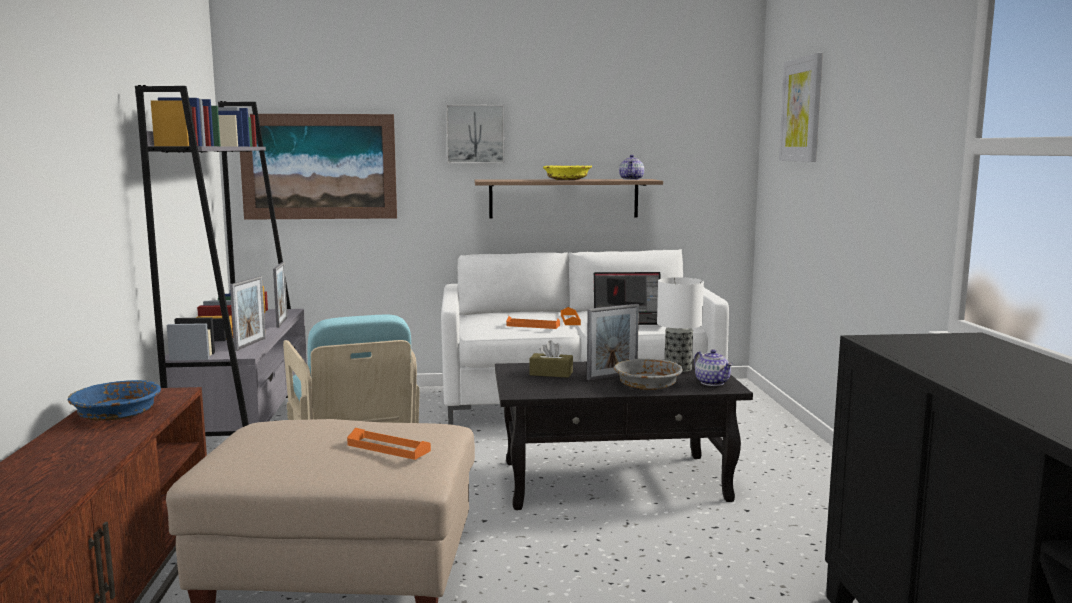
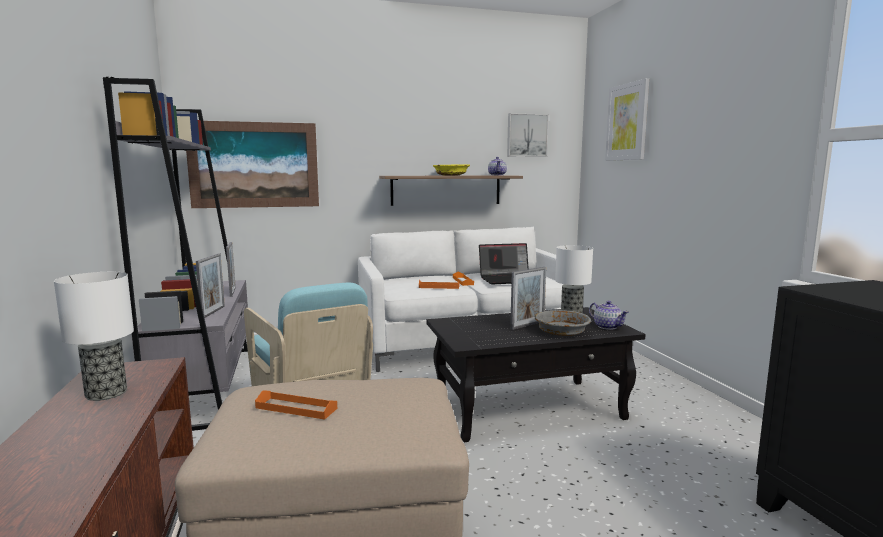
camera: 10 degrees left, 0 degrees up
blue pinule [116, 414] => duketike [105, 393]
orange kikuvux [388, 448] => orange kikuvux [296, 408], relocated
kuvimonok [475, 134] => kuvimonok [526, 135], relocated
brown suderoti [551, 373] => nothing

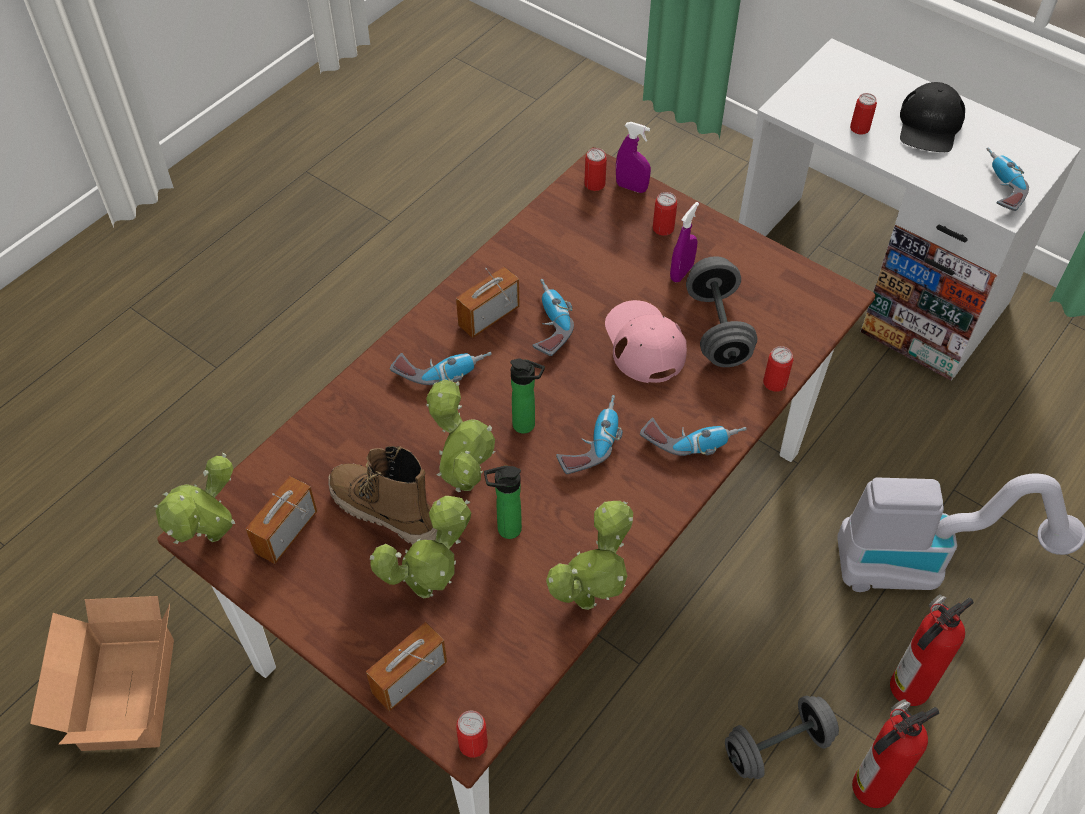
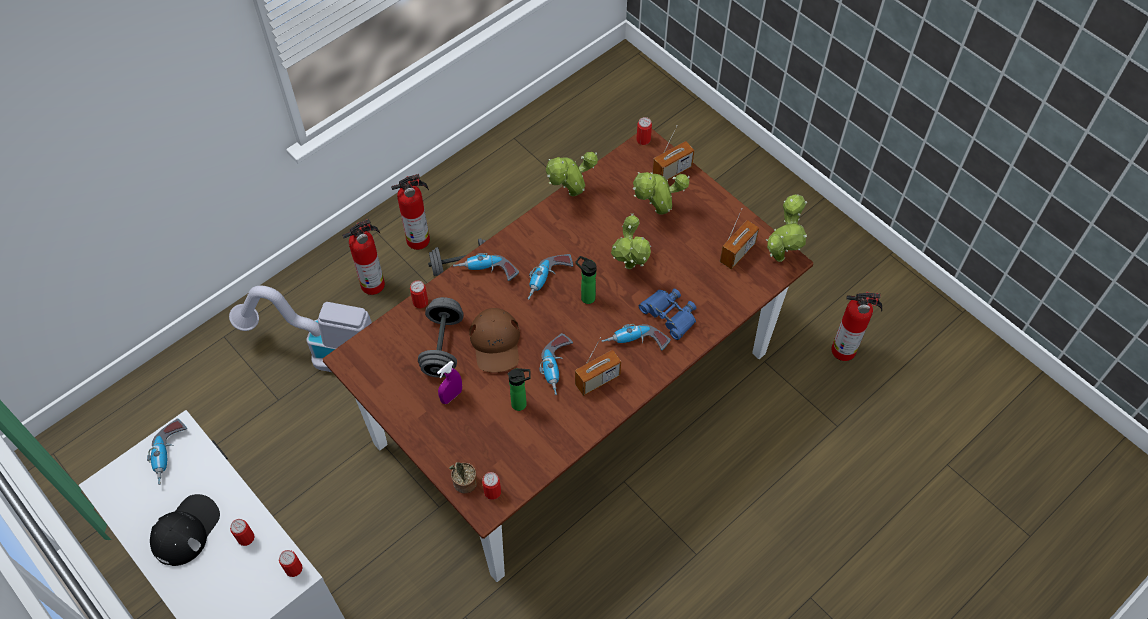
camera: 170 degrees left, 5 degrees up
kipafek [123, 697] => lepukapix [845, 350]
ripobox [384, 513] => nothing
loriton [505, 529] => loriton [521, 404], relocated
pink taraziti [644, 343] => brown taraziti [496, 343]
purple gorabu [631, 187] => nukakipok [464, 483]
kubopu [663, 228] => kubopu [293, 568], relocated
nothing => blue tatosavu [669, 315]

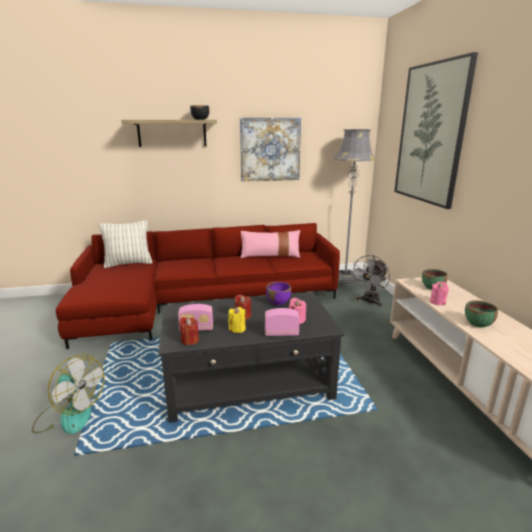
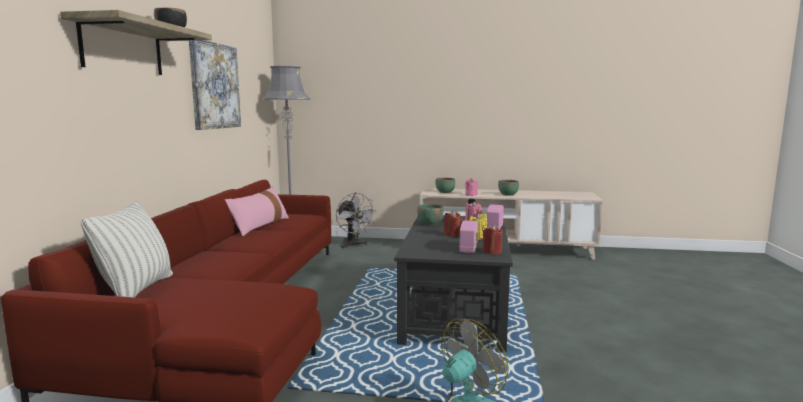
camera: 70 degrees left, 10 degrees down
purple pinule [278, 301] => green pinule [430, 223]
kuvimonok [430, 134] => nothing

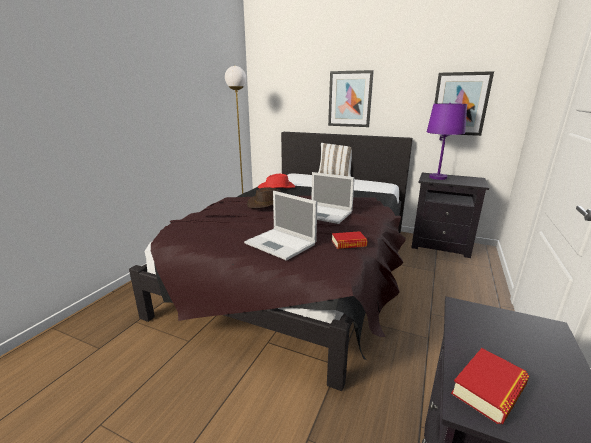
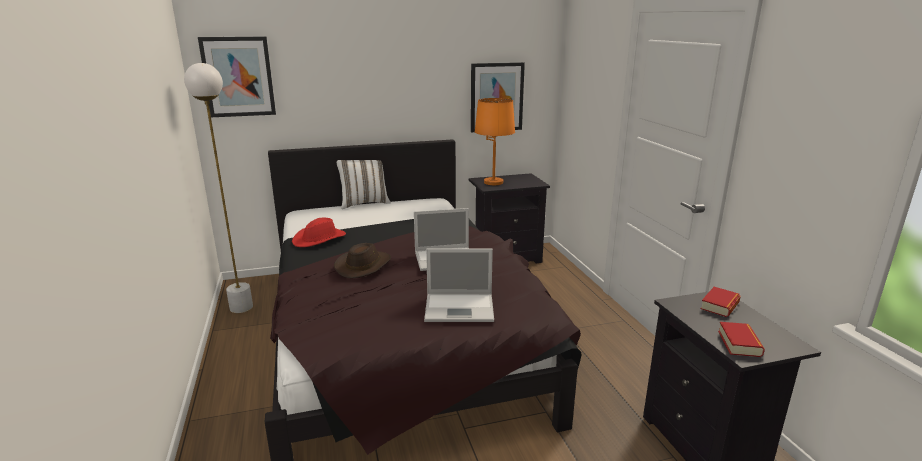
camera: 40 degrees left, 0 degrees up
kuvimonok [350, 99] => kuvimonok [238, 77], relocated
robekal [348, 243] => robekal [720, 306], relocated
purple duketike [438, 177] => orange duketike [493, 182]

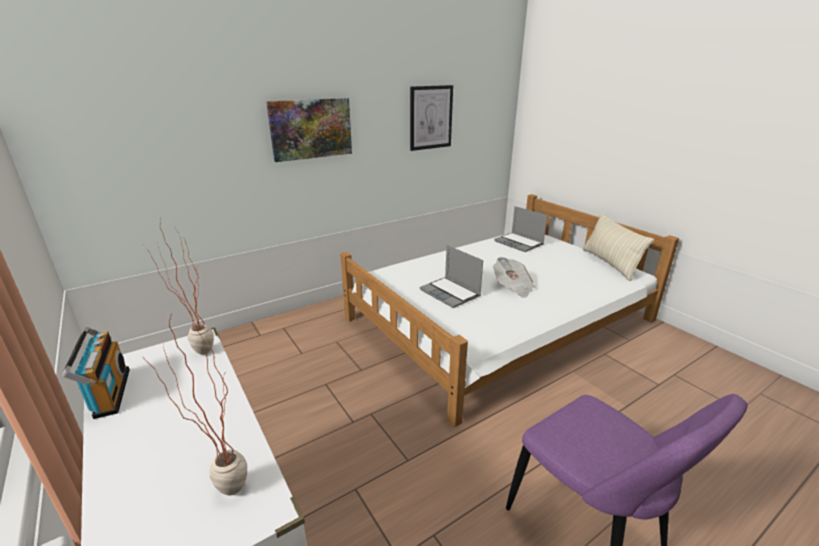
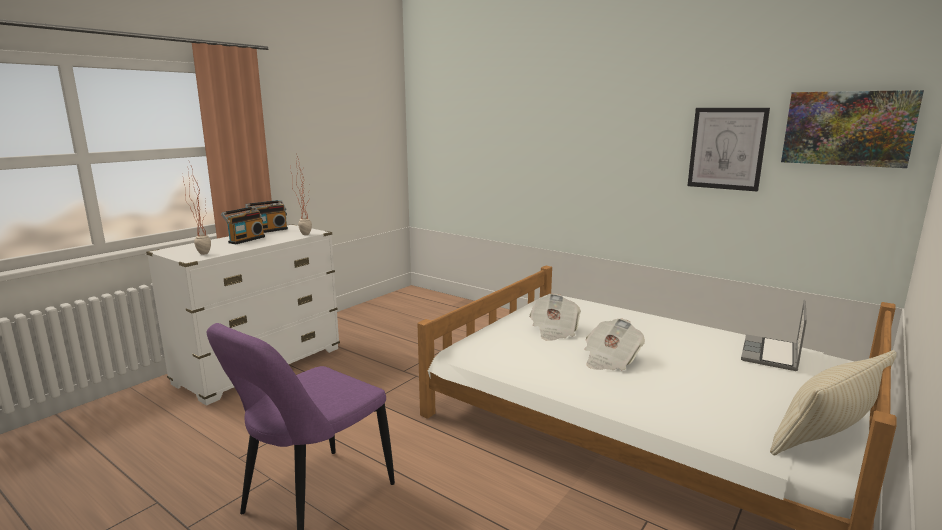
camera: 70 degrees right, 10 degrees down
kuvimonok [311, 129] => kuvimonok [847, 128], relocated
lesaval [451, 293] => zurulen [554, 331]
nothing => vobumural [245, 239]

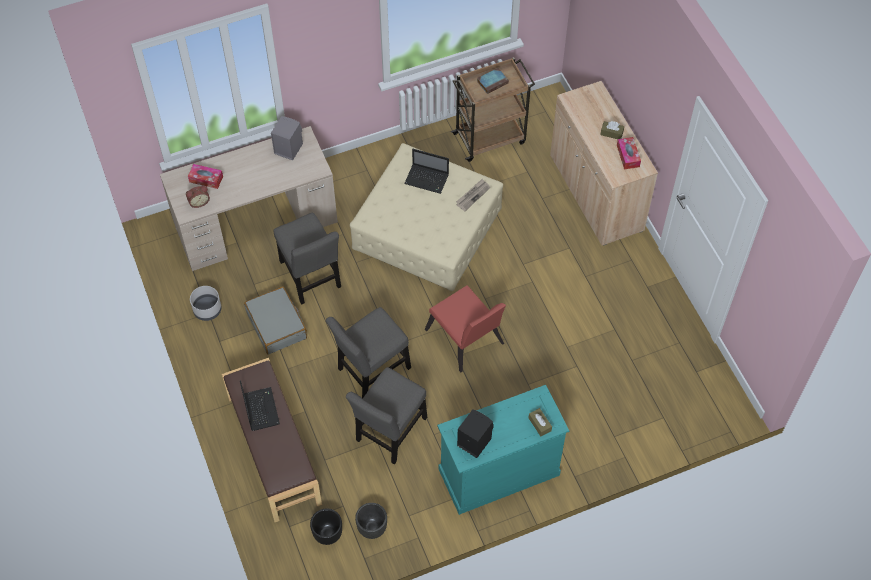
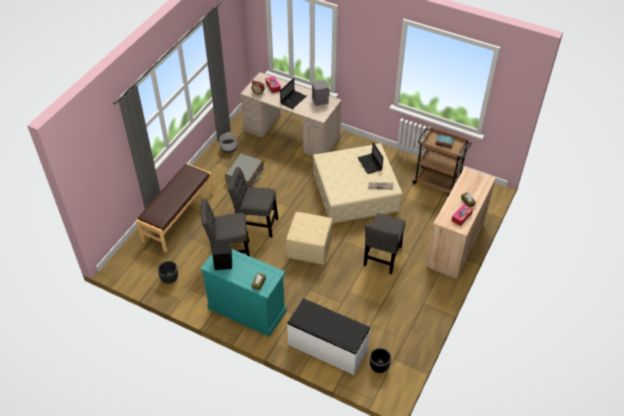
camera: 50 degrees right, 10 degrees down
lesaval [260, 408] => lesaval [293, 99], relocated
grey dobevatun [311, 277] => grey dobevatun [382, 258], relocated
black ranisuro [328, 535] => black ranisuro [379, 367], relocated
red dobevatun [466, 341] => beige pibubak [309, 248]
nothing => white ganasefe [327, 347]

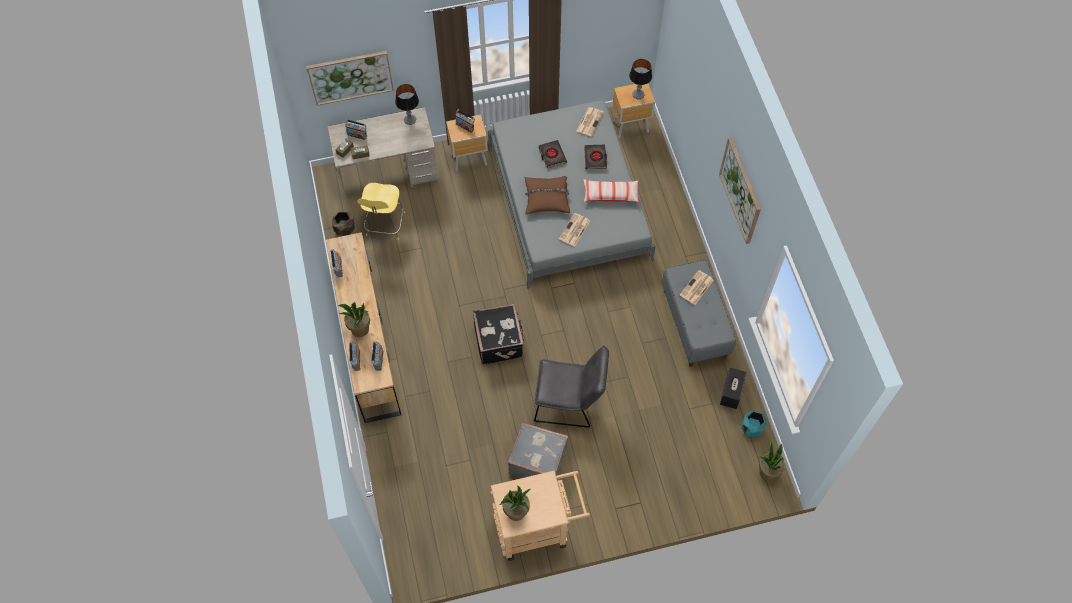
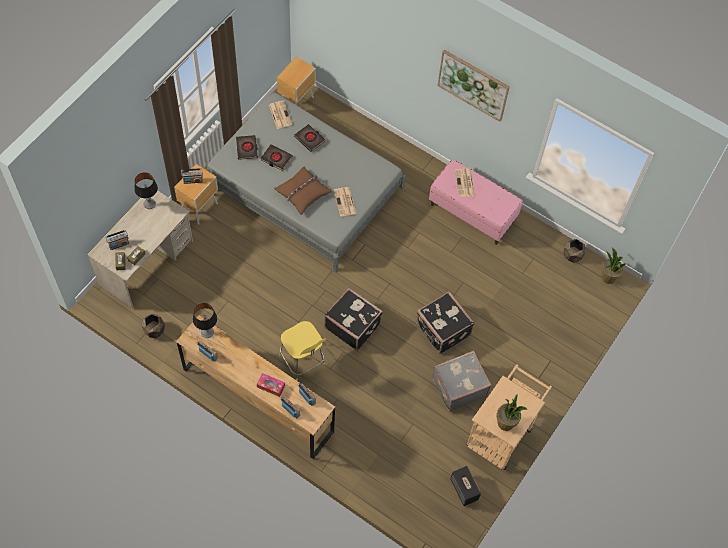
camera: 45 degrees left, 0 degrees up
kuvimonok [350, 77] => nothing
nukakipok [360, 329] => suderoti [271, 386]
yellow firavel [385, 225] => yellow firavel [302, 361], relocated
grey dobevatun [570, 403] => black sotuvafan [442, 330]
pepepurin [611, 194] => nothing
duketike [638, 94] => duketike [207, 332], relocated
grey ganasefe [694, 324] => pink ganasefe [472, 212]
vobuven [731, 393] => vobuven [464, 490], relocated
turquoise ranisuro [751, 428] => brown ranisuro [572, 255]
nothing => black robekal [247, 148]

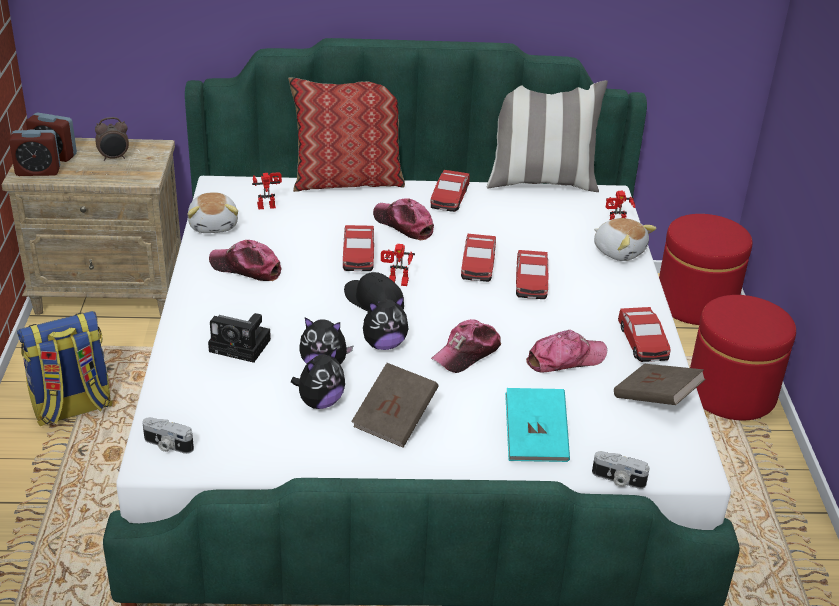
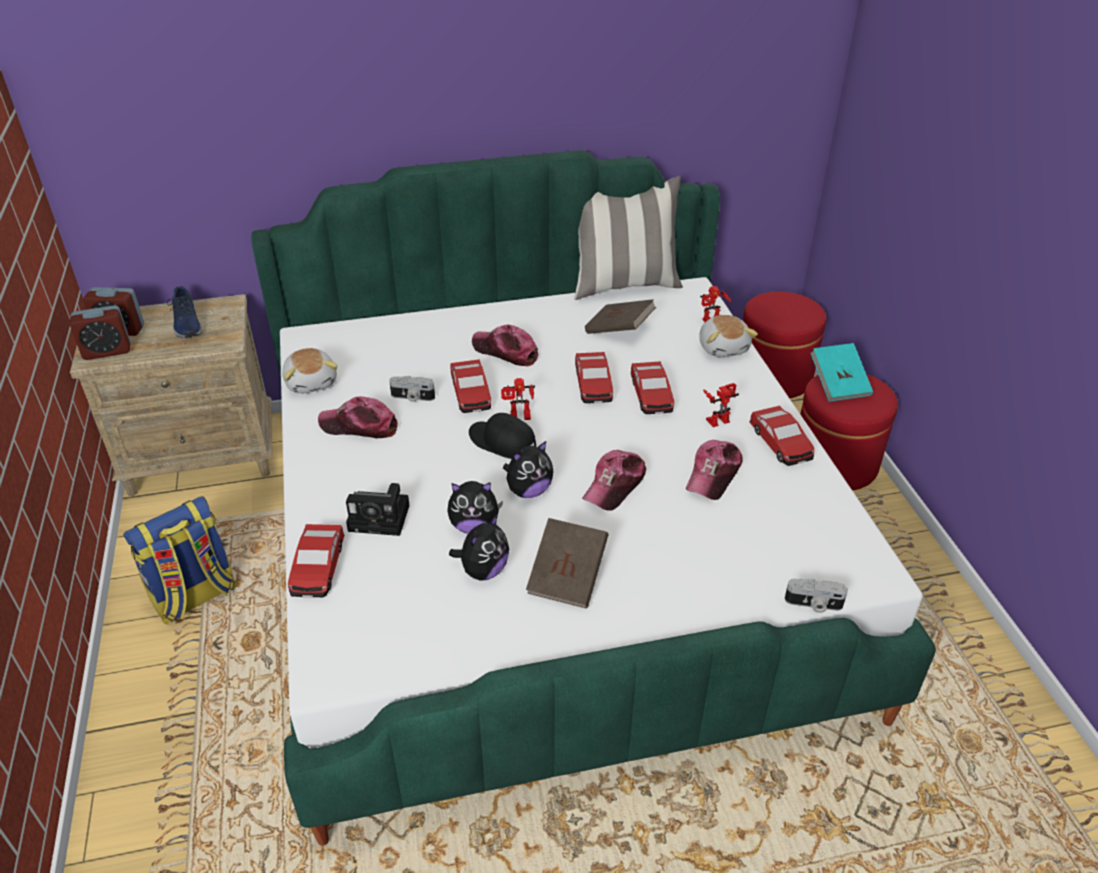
camera: 10 degrees left, 5 degrees up
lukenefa [114, 158] => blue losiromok [187, 323]
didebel [167, 445] => didebel [412, 397], relocated
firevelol [267, 204] => firevelol [717, 418], relocated
pepepurin [348, 180] => nothing
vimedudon [449, 198] => vimedudon [318, 567], relocated
turquoise robekal [535, 440] => turquoise robekal [839, 384], relocated
taraziti [565, 359] => taraziti [713, 475], 150 degrees clockwise
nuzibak [619, 251] => nuzibak [723, 347], 45 degrees clockwise
brown robekal [656, 399] => brown robekal [619, 330], relocated

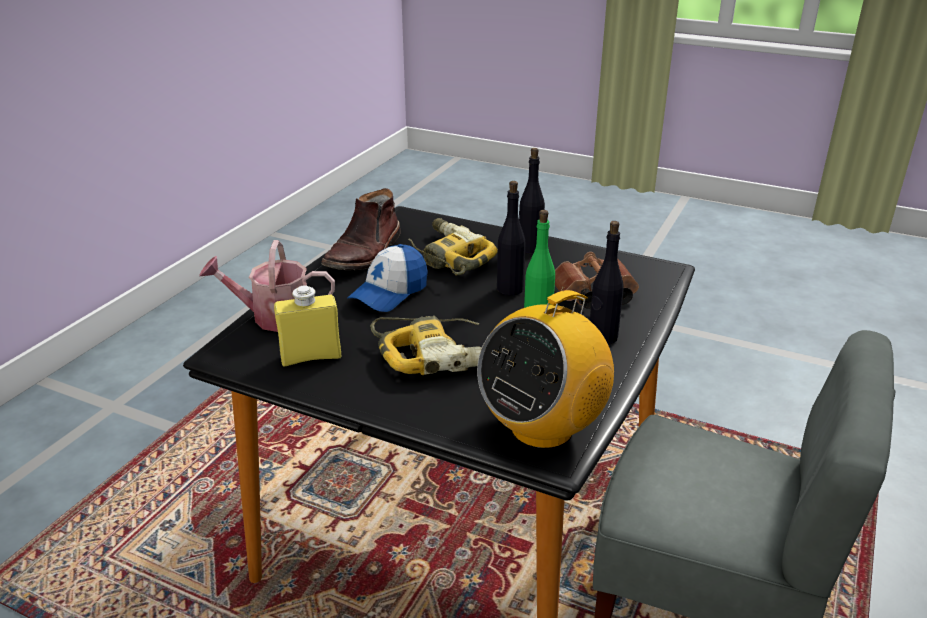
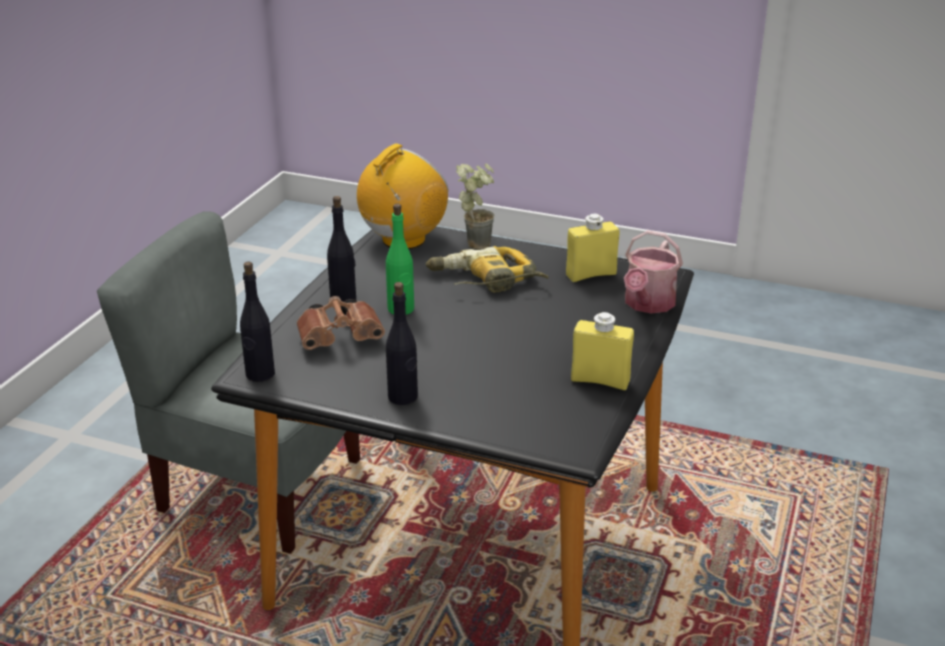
camera: 175 degrees right, 0 degrees up
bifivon [273, 317] => bifivon [647, 304], 120 degrees clockwise
brown ripobox [365, 253] => yellow loriton [600, 380]
taraziti [389, 293] => nothing
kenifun [447, 257] => nothing
black loriton [510, 289] => black loriton [260, 374], relocated
nothing => nukakipok [478, 241]

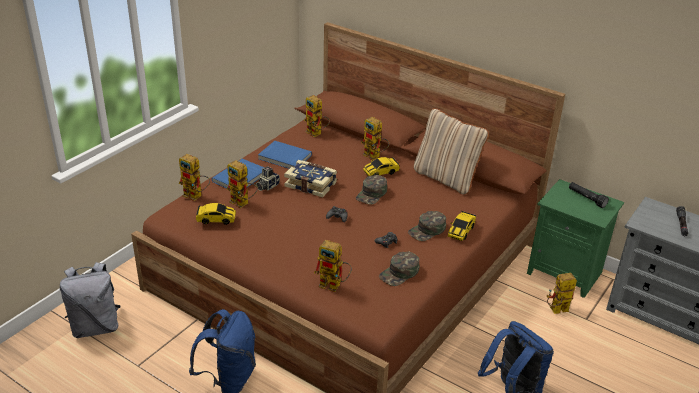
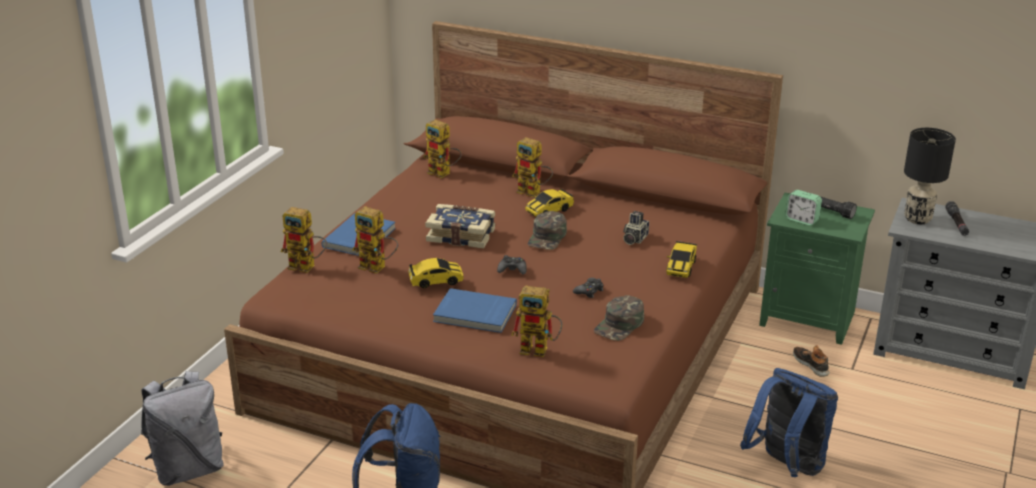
camera: 10 degrees left, 5 degrees down
vimedudon [216, 219] => vimedudon [436, 281], relocated
didebel [267, 186] => didebel [634, 239], relocated
blue robekal [284, 157] => blue robekal [474, 314], relocated
green taraziti [427, 230] => nothing
beige pepepurin [446, 178] => nothing
firevelol [556, 311] => losiromok [811, 365]
nothing => lukenefa [801, 220]
nothing => black duketike [917, 219]

